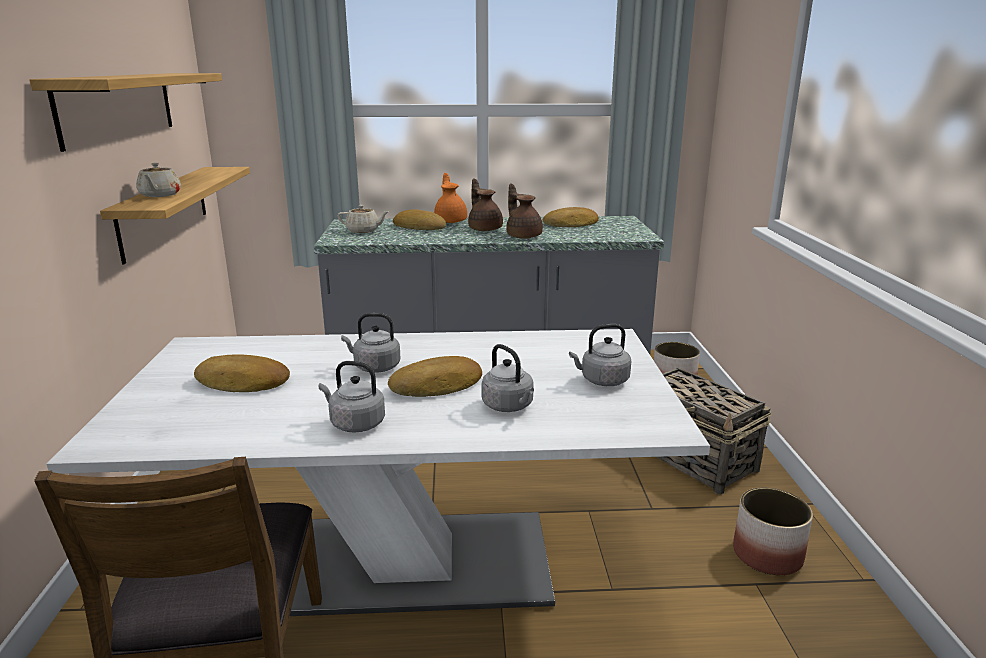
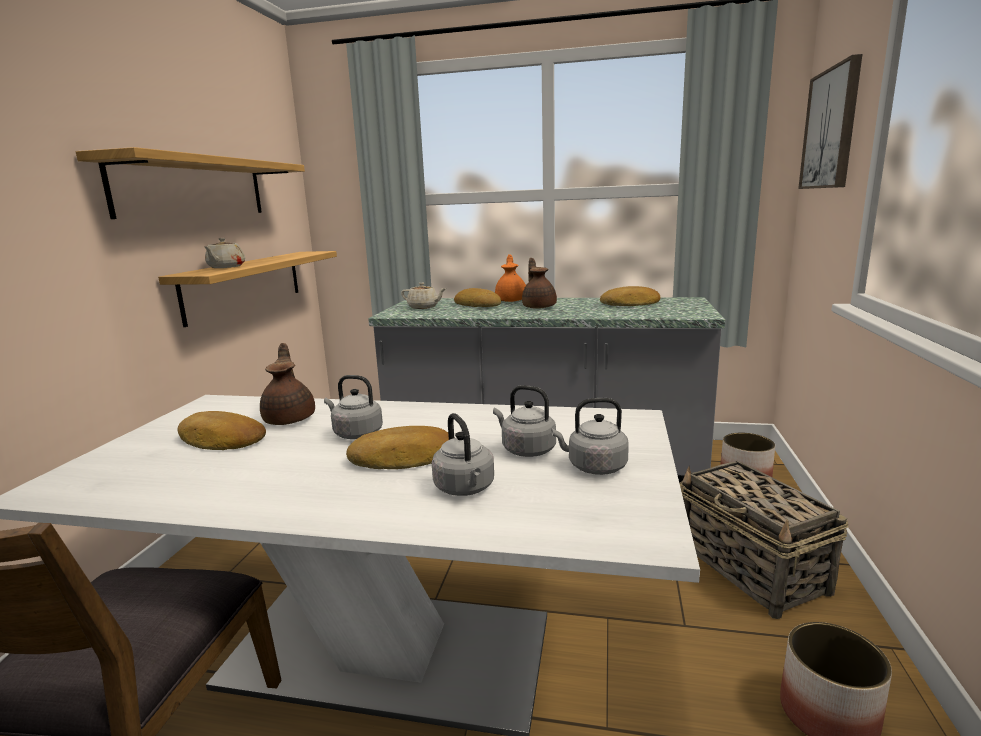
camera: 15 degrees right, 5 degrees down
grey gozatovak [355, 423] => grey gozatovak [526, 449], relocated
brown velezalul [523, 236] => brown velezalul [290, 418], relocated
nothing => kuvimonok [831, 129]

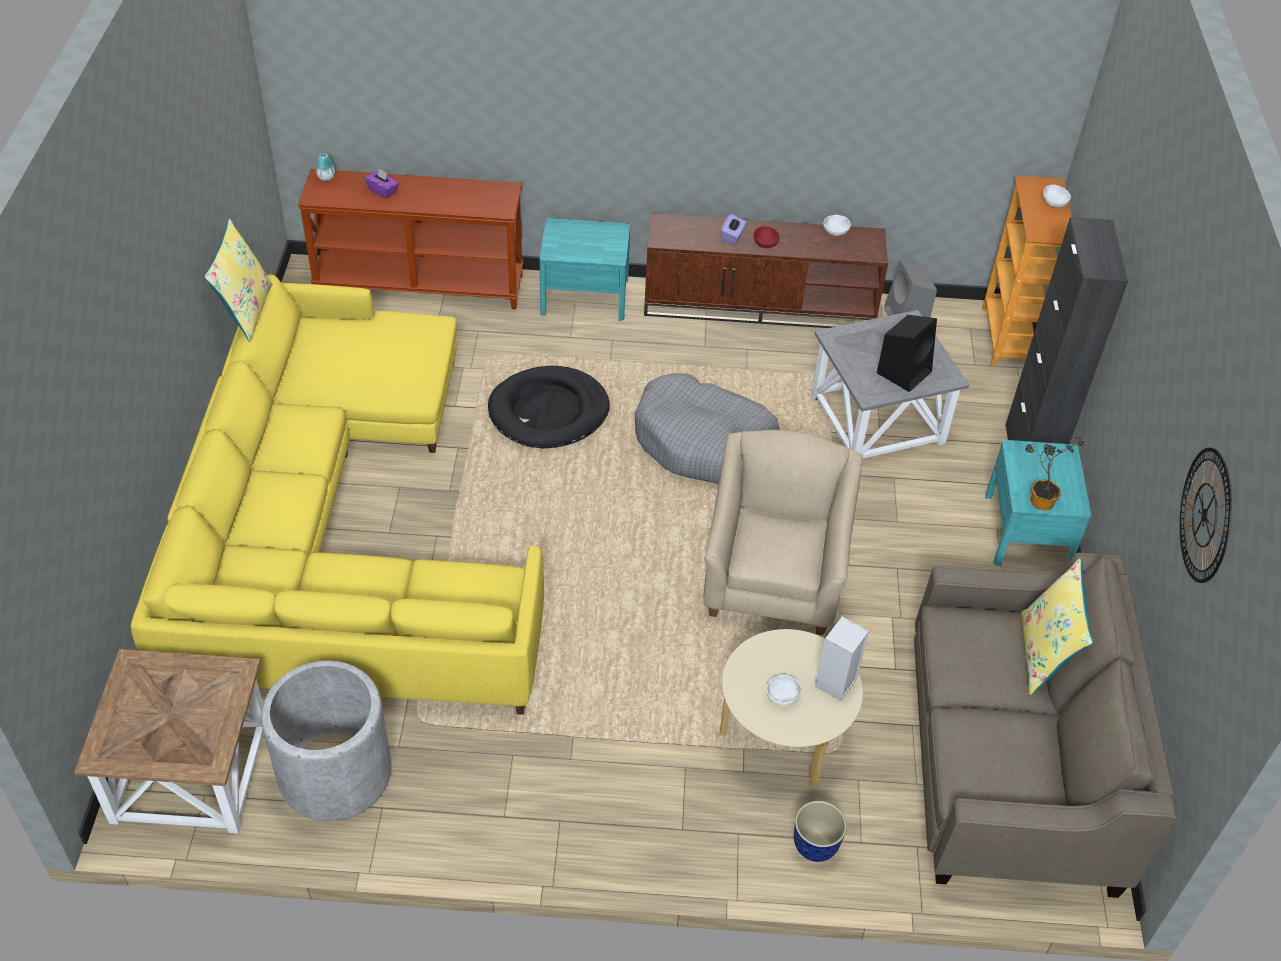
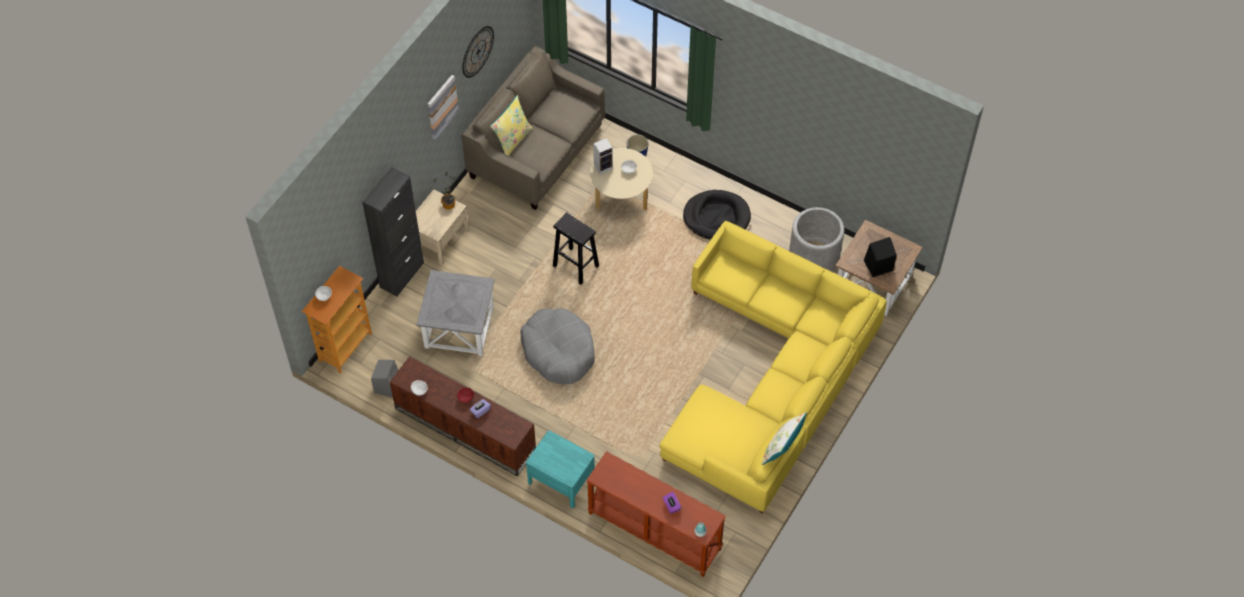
camera: 150 degrees left, 10 degrees up
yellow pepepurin [246, 311] => white pepepurin [782, 449]
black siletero [549, 411] => black siletero [716, 217], relocated
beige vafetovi [774, 577] => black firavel [575, 265]
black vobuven [904, 371] => black vobuven [877, 266], relocated
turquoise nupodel [1026, 531] => beige nupodel [439, 239]
nothing => kuvimonok [442, 106]

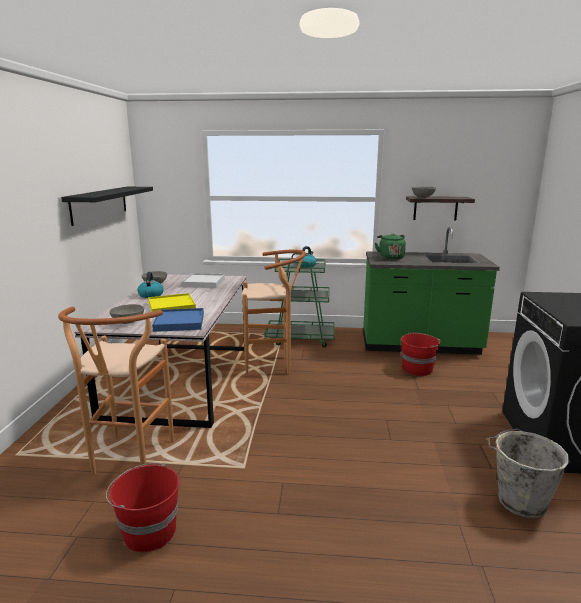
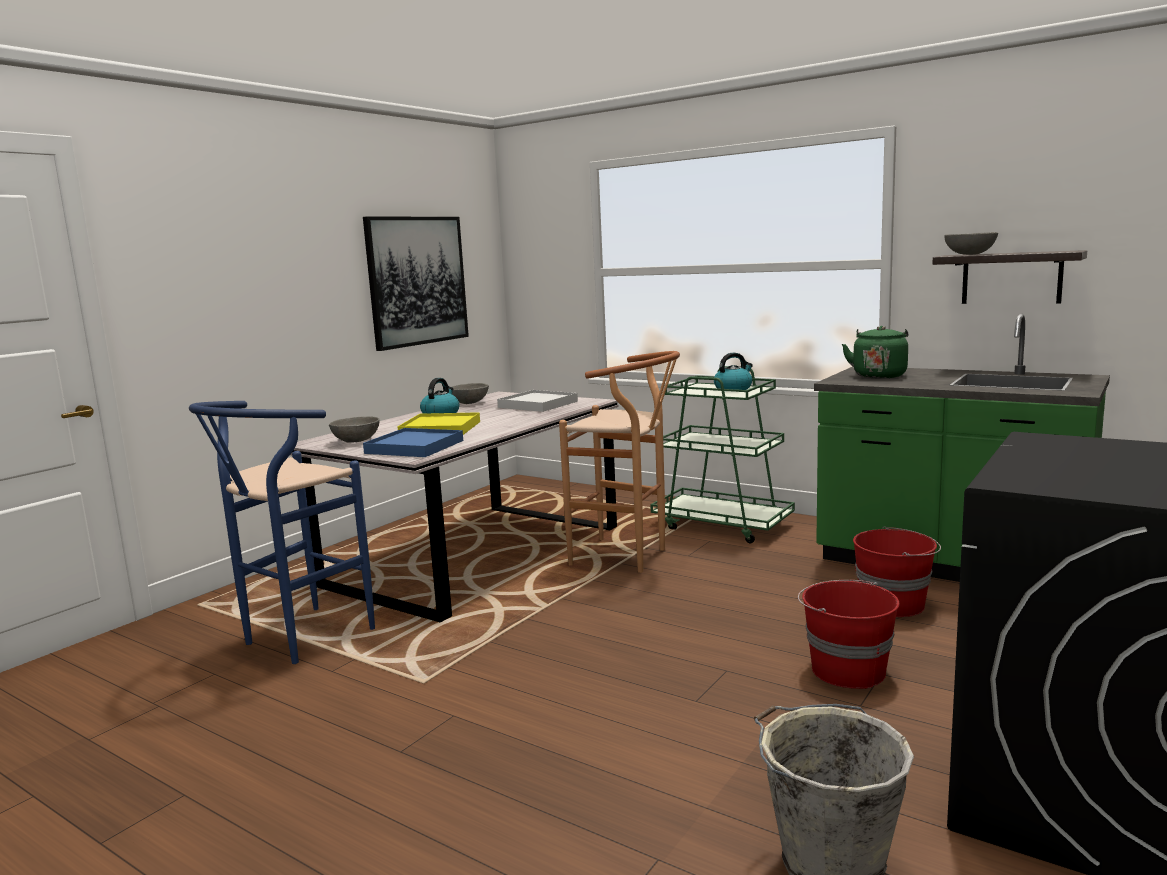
camera: 30 degrees right, 5 degrees down
brown firavel [128, 462] => blue firavel [298, 640]
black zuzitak [99, 204] => kuvimonok [417, 281]
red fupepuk [148, 532] => red fupepuk [846, 670], relocated

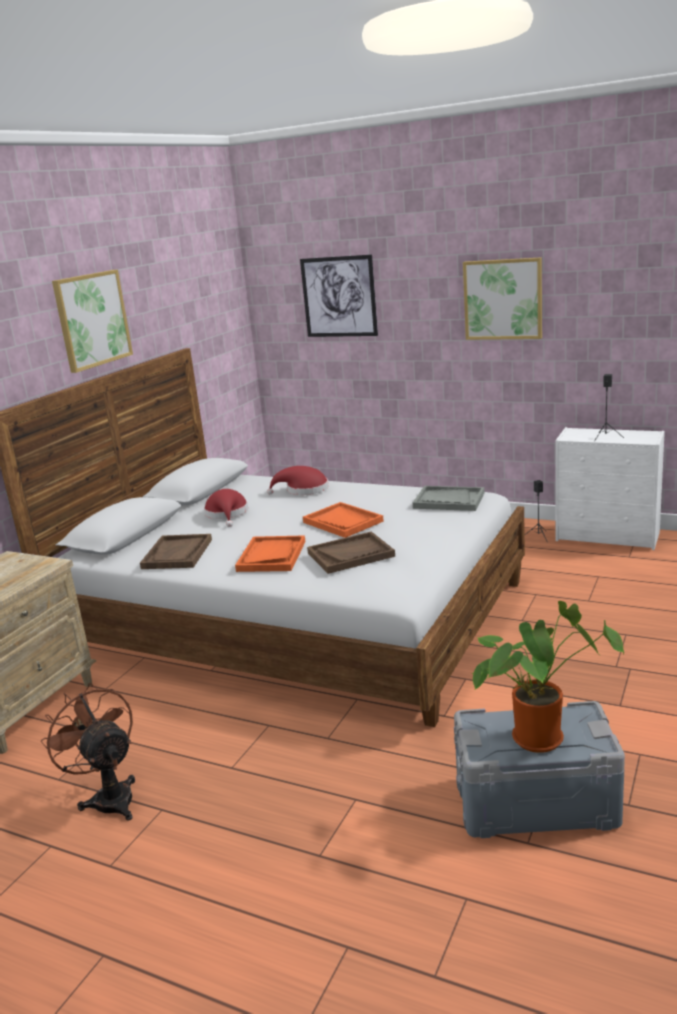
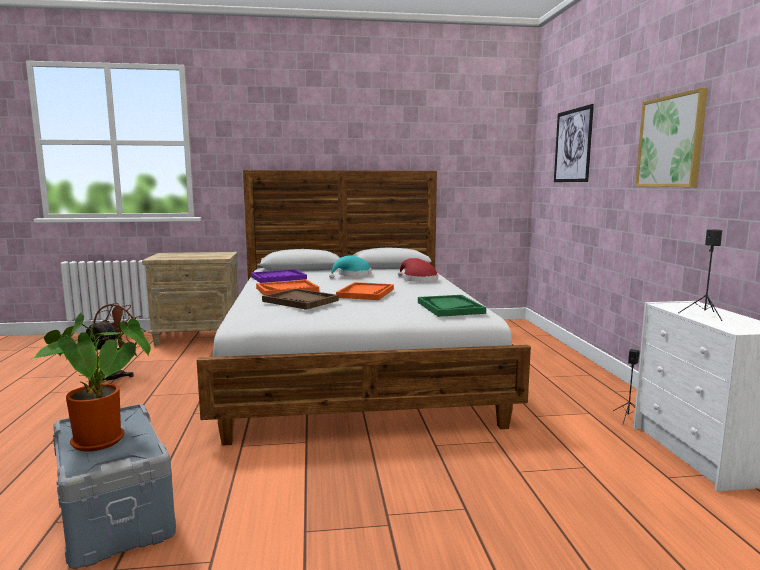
camera: 55 degrees right, 10 degrees down
kuvimonok [92, 320] => nothing
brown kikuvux [177, 554] => purple kikuvux [278, 278]
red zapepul [227, 514] => turquoise zapepul [352, 275]
grey kikuvux [448, 500] => green kikuvux [450, 308]

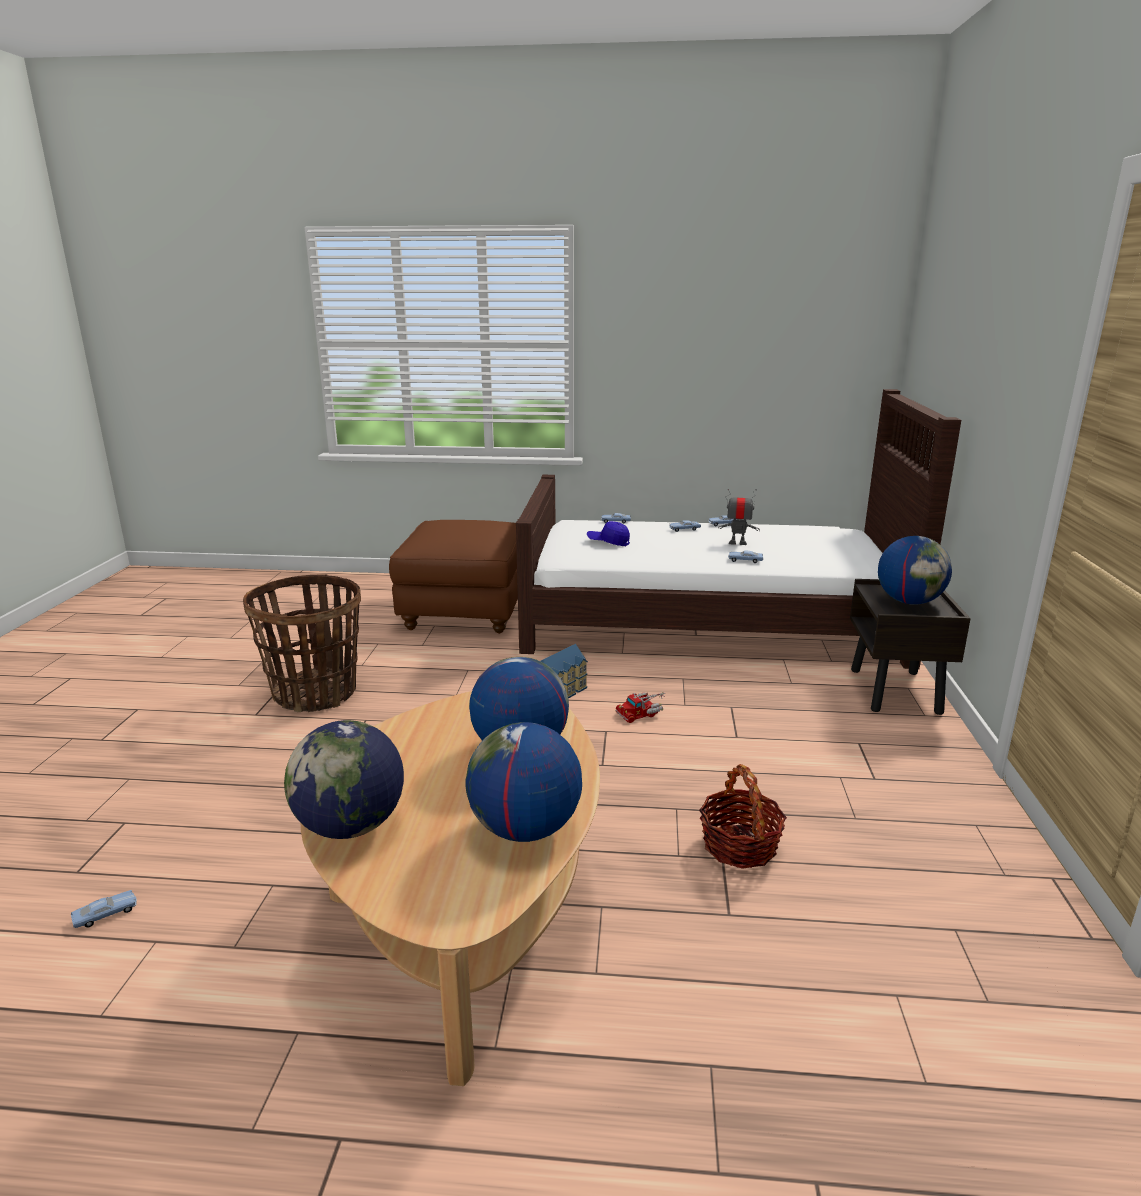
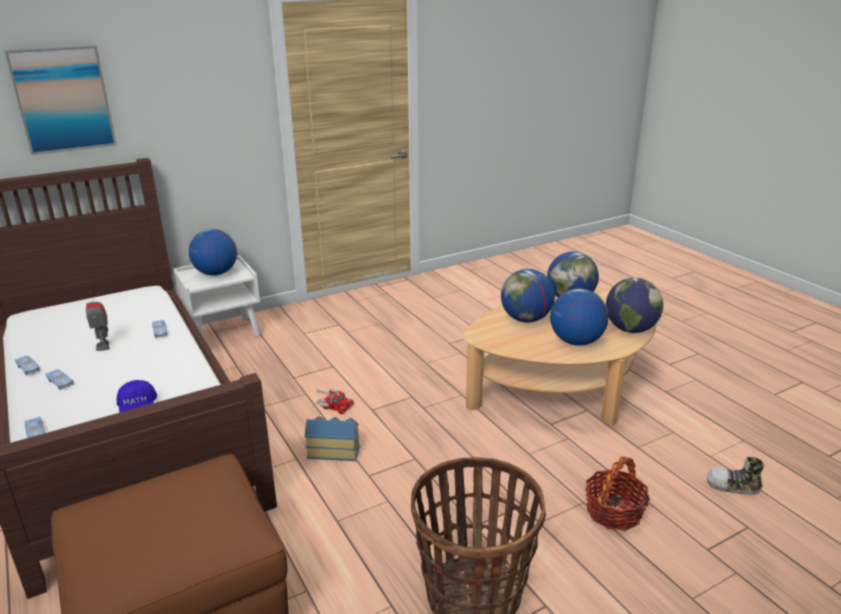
camera: 125 degrees left, 5 degrees up
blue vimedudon [106, 914] => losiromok [733, 486]
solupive [740, 846] => solupive [614, 512], relocated
brown nupodel [895, 692] => white nupodel [224, 334]
nothing => kuvimonok [63, 99]
nothing => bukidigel [576, 341]

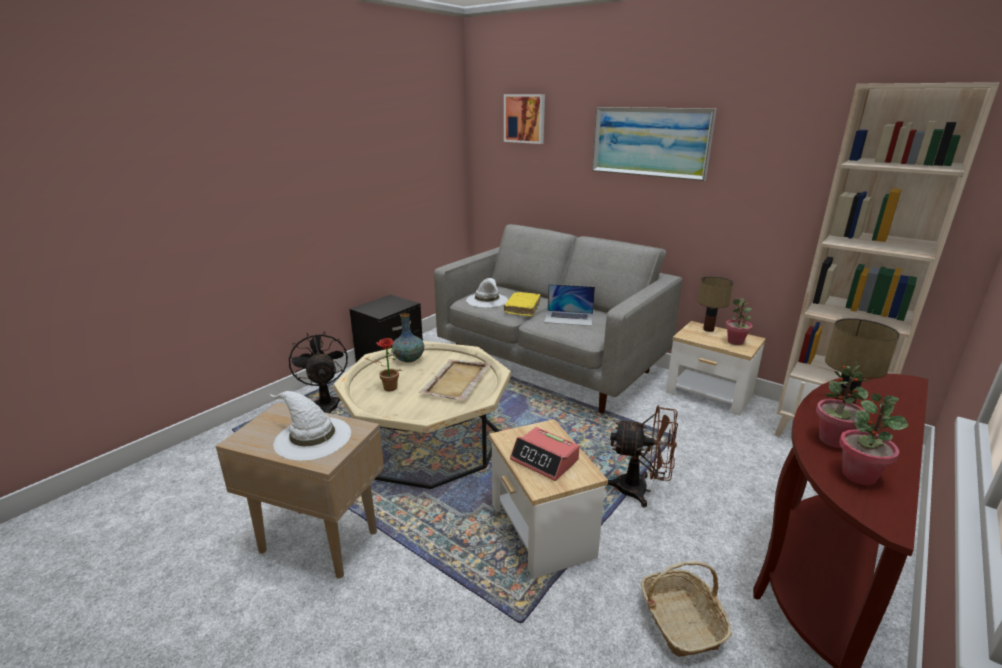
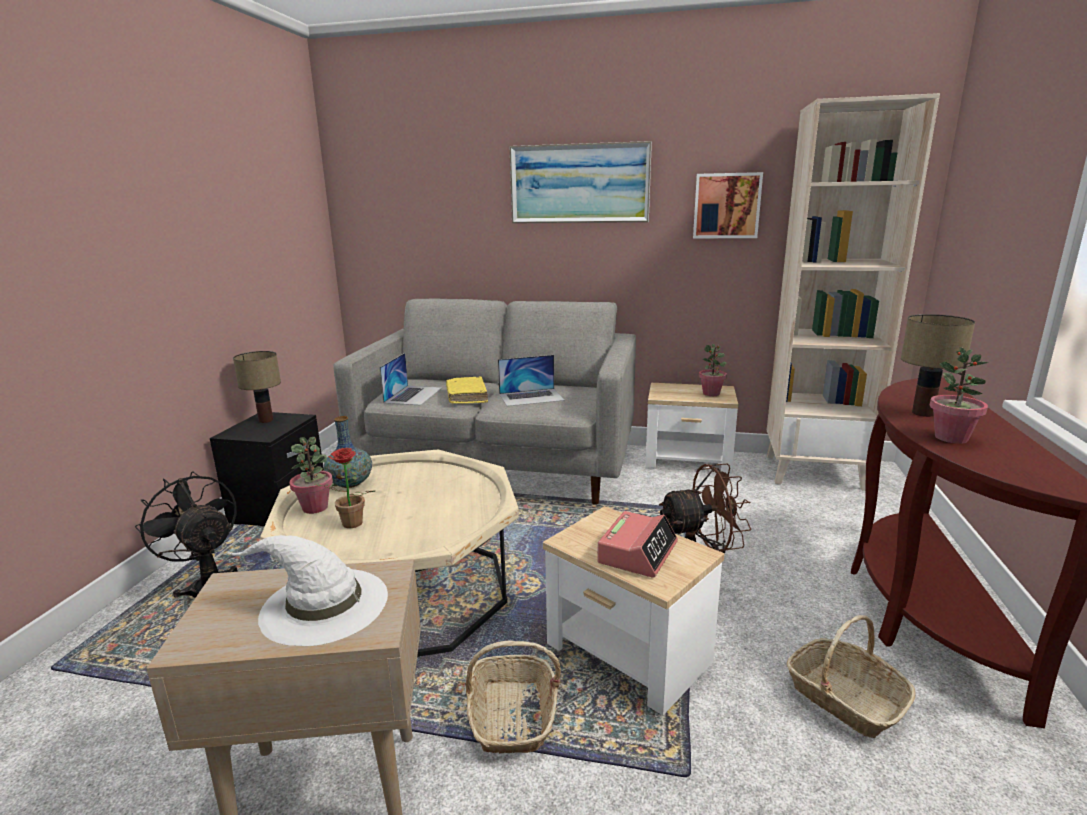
camera: 25 degrees left, 5 degrees down
beige kikuvux [456, 381] => nothing
white zapepul [487, 300] => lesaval [413, 395]
kuvimonok [525, 118] => kuvimonok [726, 206], relocated
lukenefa [545, 460] => lukenefa [637, 552], 75 degrees counterclockwise
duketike [709, 329] => duketike [266, 420], relocated
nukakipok [858, 475] => nukakipok [315, 507], relocated
nothing => solupive [512, 716]

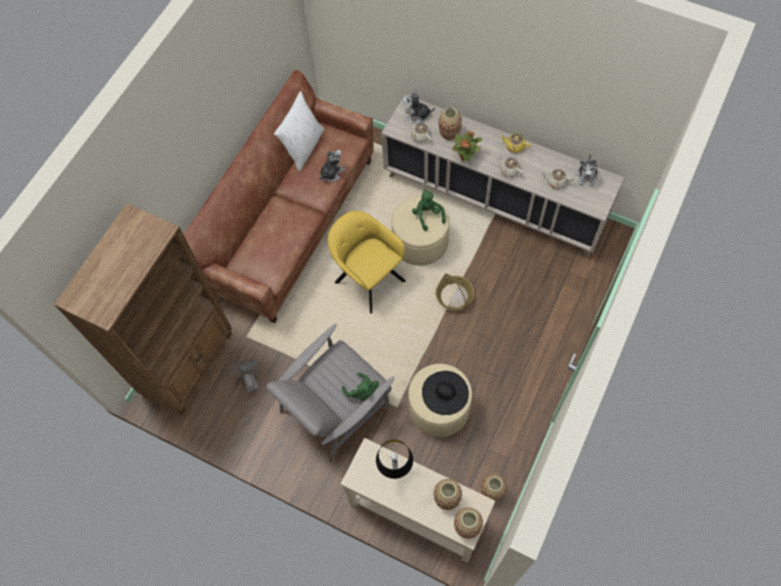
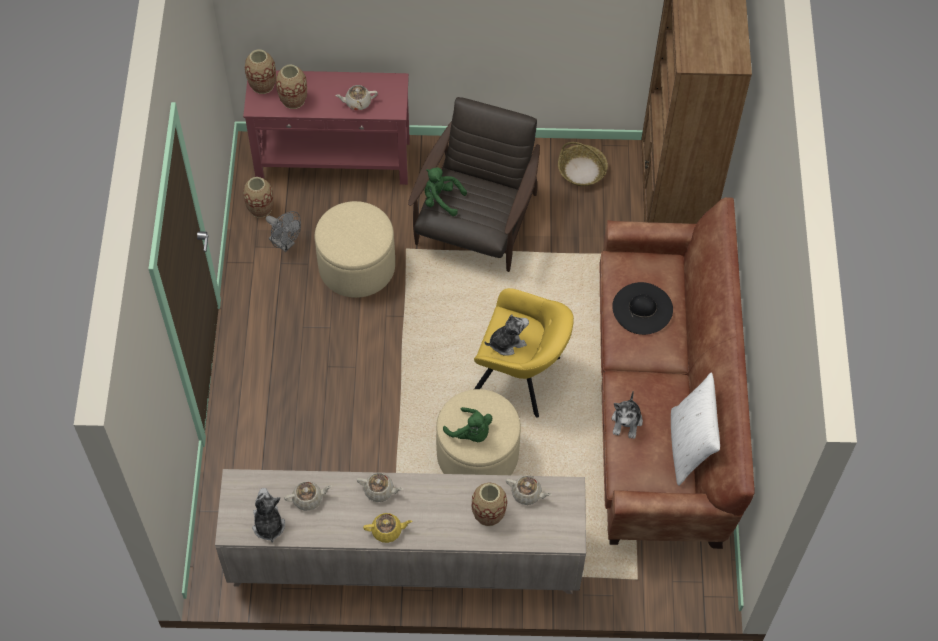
camera: 150 degrees right, 5 degrees down
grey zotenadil [249, 380] => grey zotenadil [285, 244], relocated
grey vafetovi [336, 406] => brown vafetovi [476, 223]
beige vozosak [417, 511] => red vozosak [334, 161]
duketike [395, 471] => beige velezalul [357, 102]
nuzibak [417, 115] => nuzibak [507, 342], relocated
black zapepul [445, 392] => black zapepul [642, 308], relocated
solupive [454, 296] => solupive [582, 170], relocated
nukakipok [465, 156] => nothing

